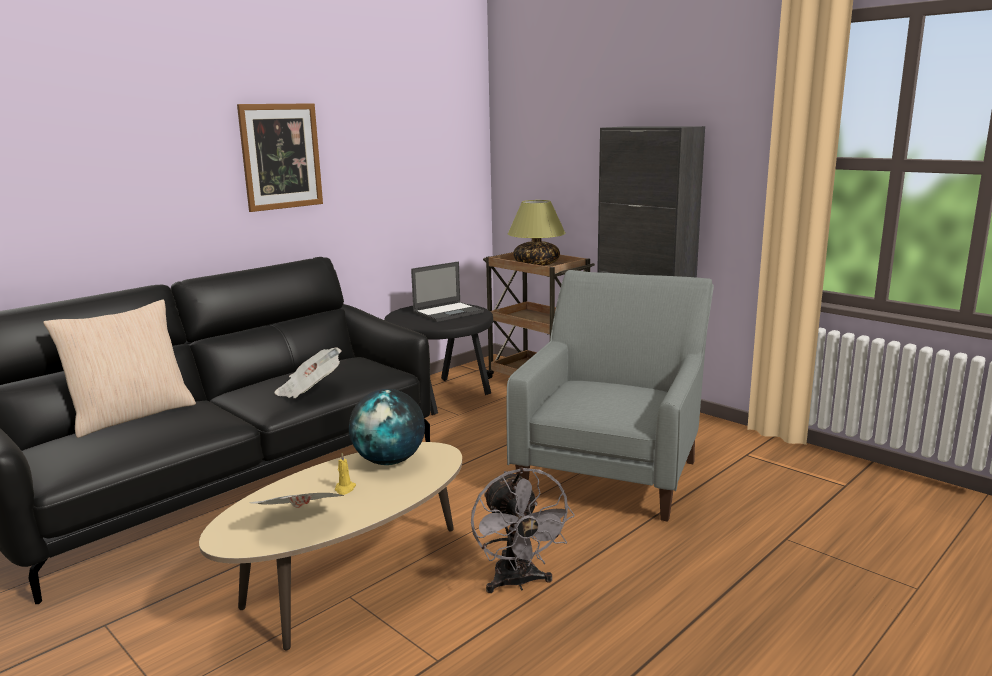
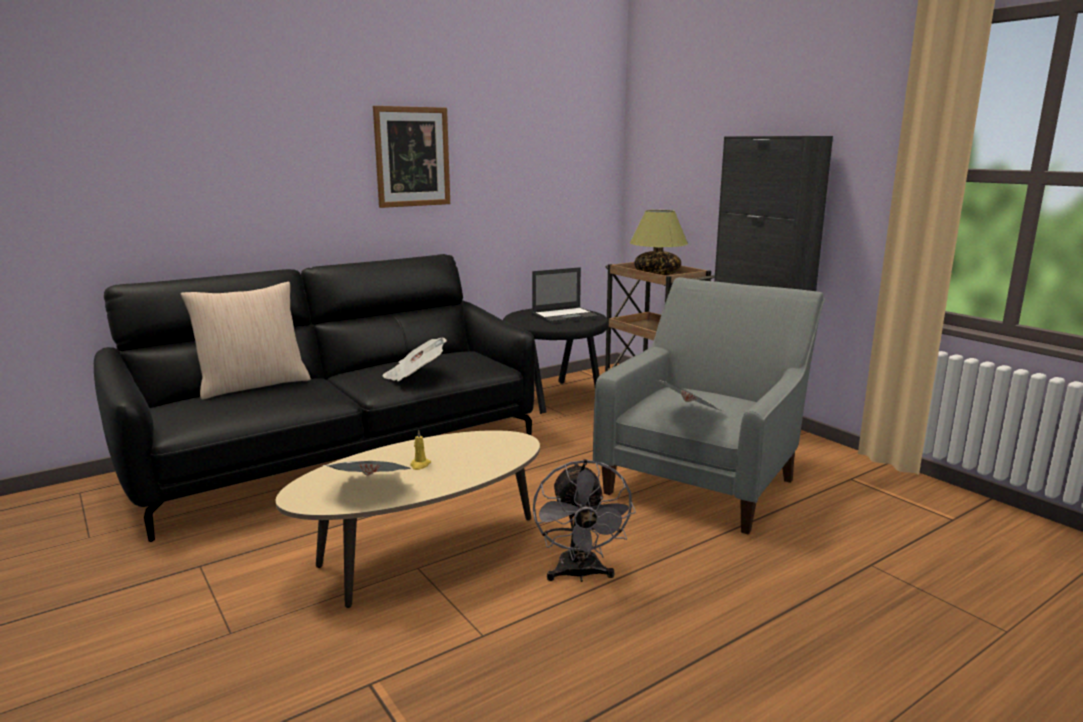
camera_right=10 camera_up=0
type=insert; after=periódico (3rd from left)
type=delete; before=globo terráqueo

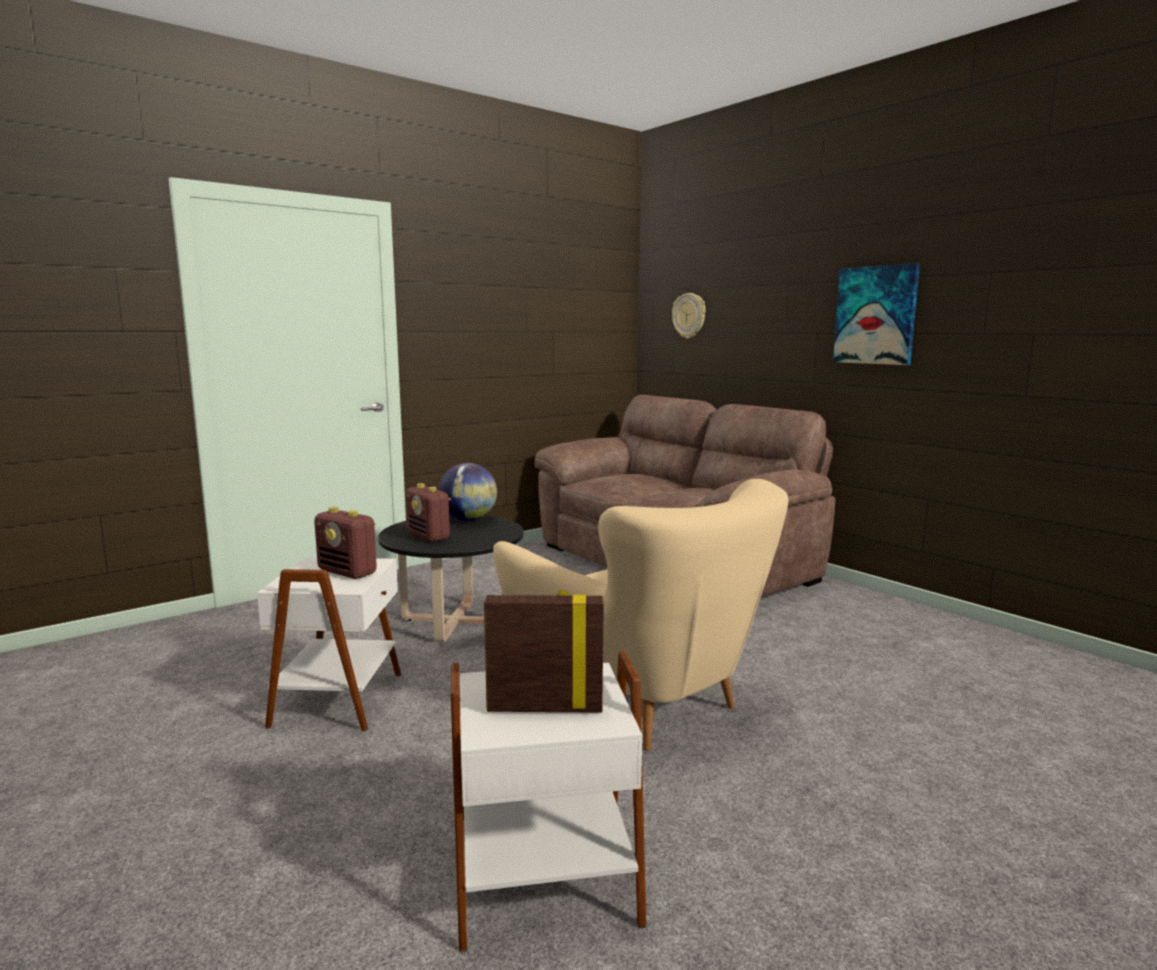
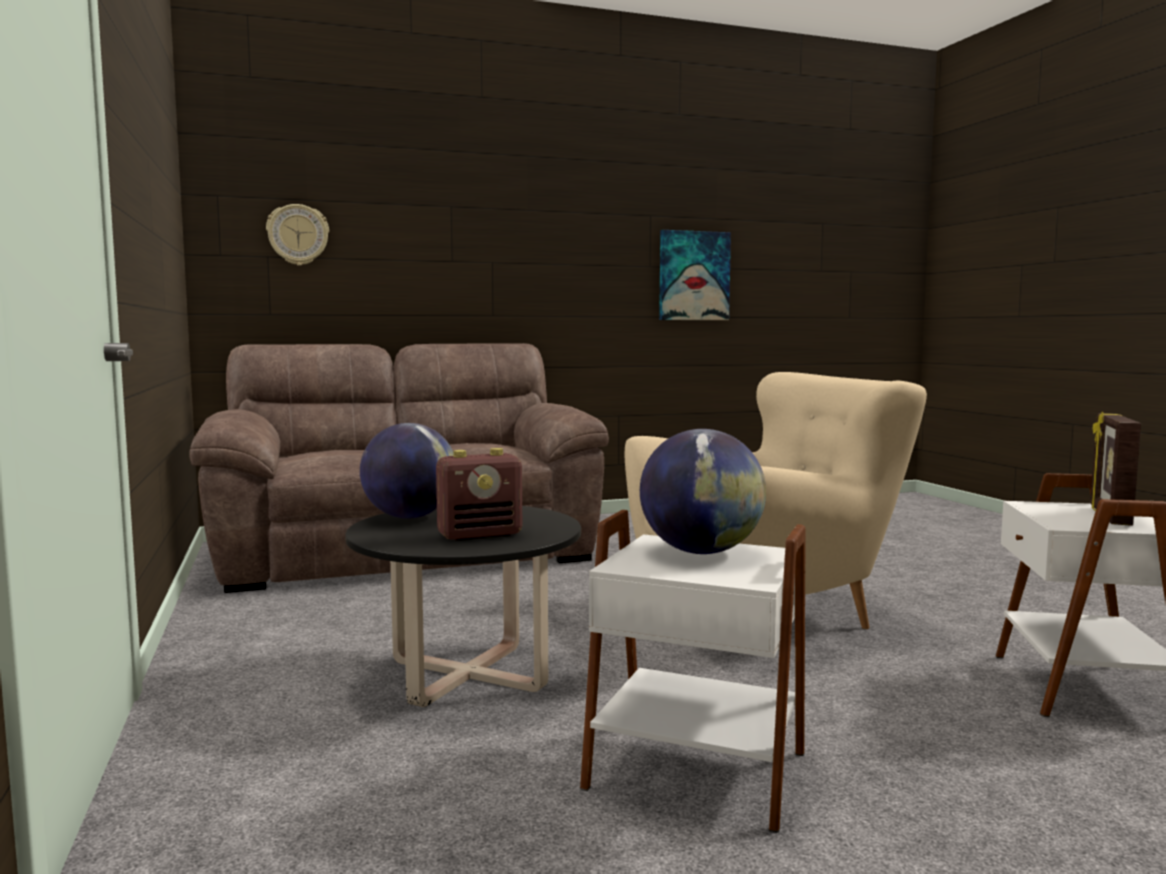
camera_right=-70 camera_up=-5
type=replace; before=radio (1st from left); after=globo terráqueo (2nd from left)
type=move; before=cuadro

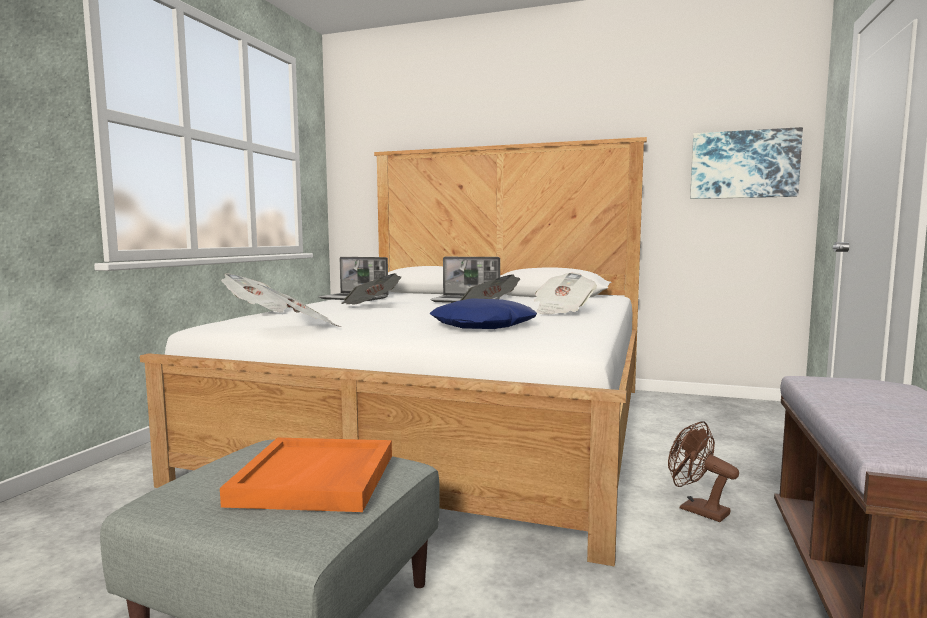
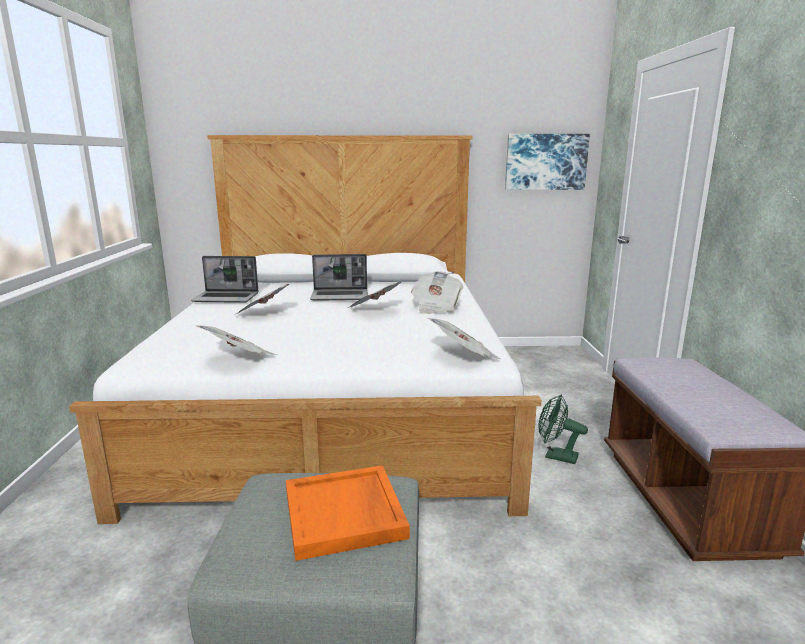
camera_right=-20 camera_up=10
type=move; before=periódico (1st from left in the first image); after=periódico (5th from left)
type=recolor; before=ventilador (marrón); after=ventilador (verde)
type=delete; before=cojín (azul)

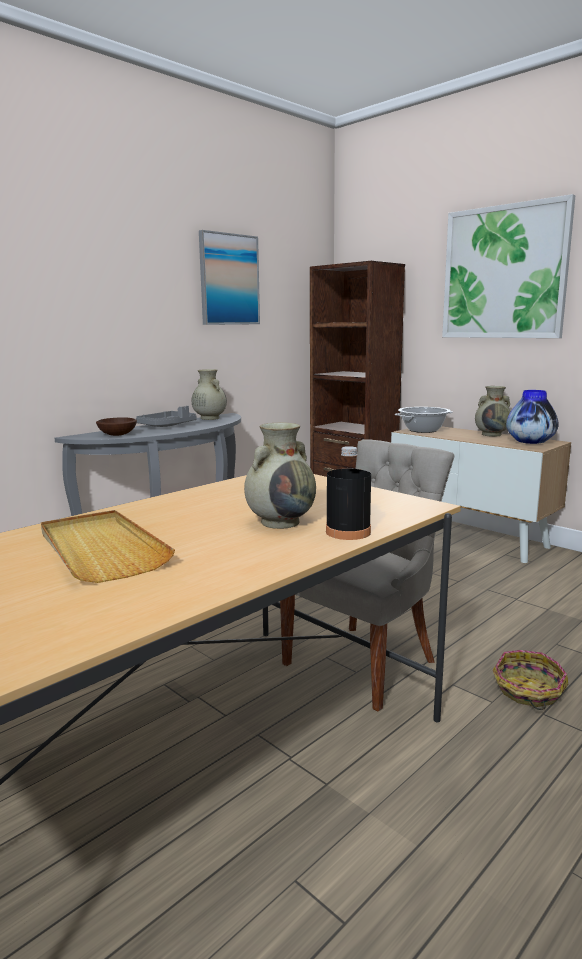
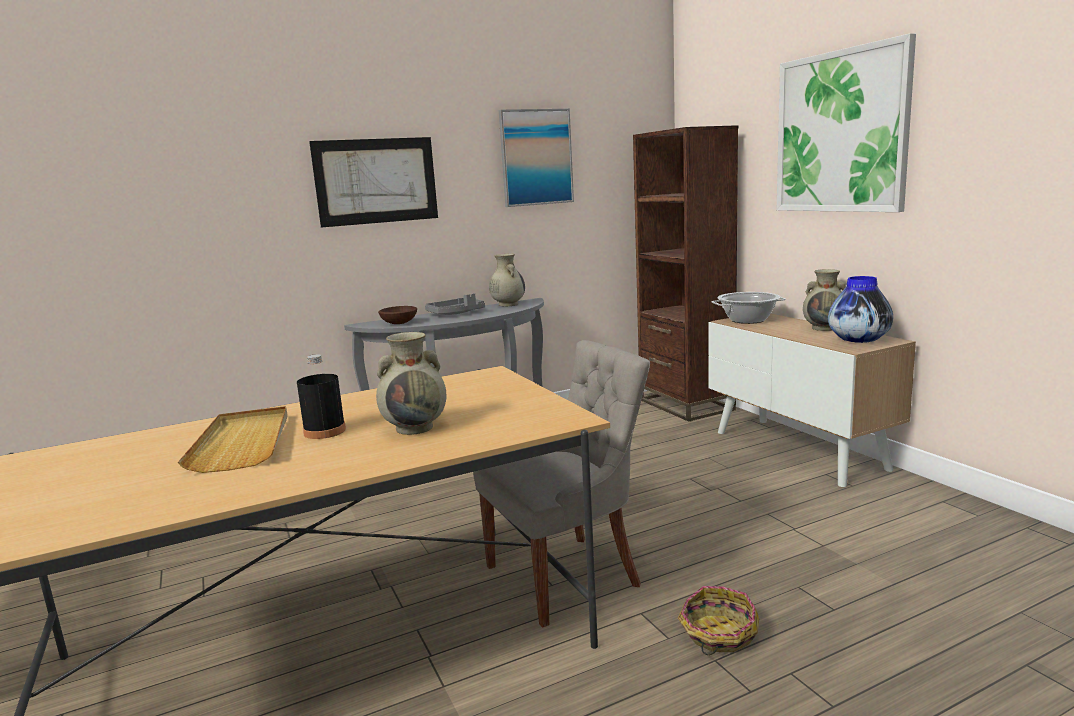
camera_right=20 camera_up=0
type=move; before=botella (negro)
type=insert; after=cuadro (1st from left)

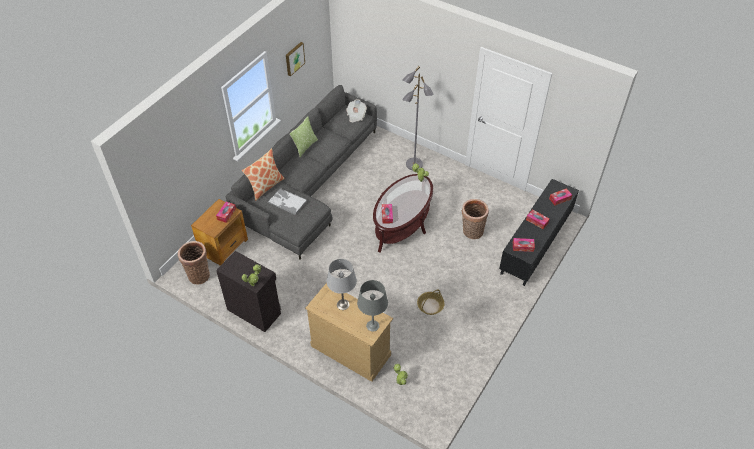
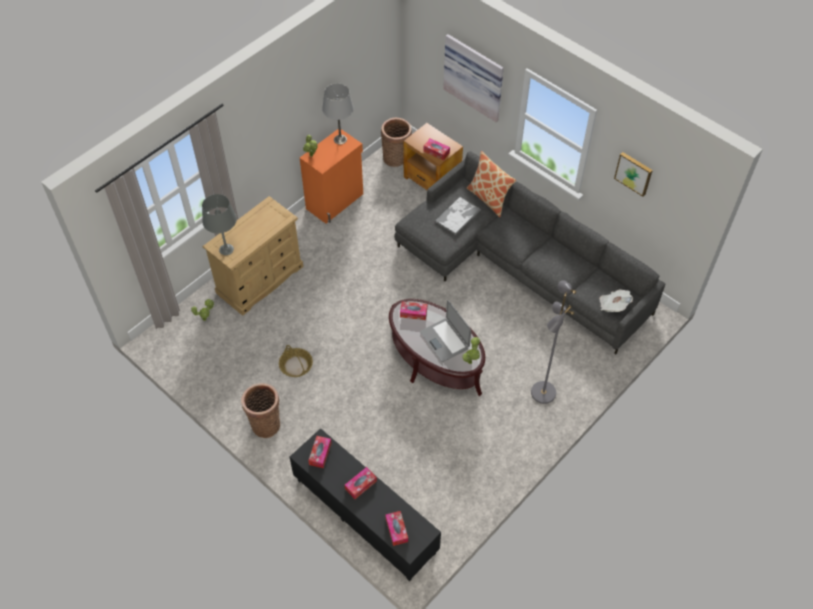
camera_right=100 camera_up=5
type=move; before=cesta (3rd from left in the first image); after=cesta (1st from left)
type=recolor; before=armario (negro); after=armario (naranja)
type=move; before=lámpara de mesa (gris) (1st from left in the first image); after=lámpara de mesa (gris) (2nd from left)
type=insert; after=portátil
type=insert; after=cuadro (1st from left)
type=delete; before=cojín (2nd from left)

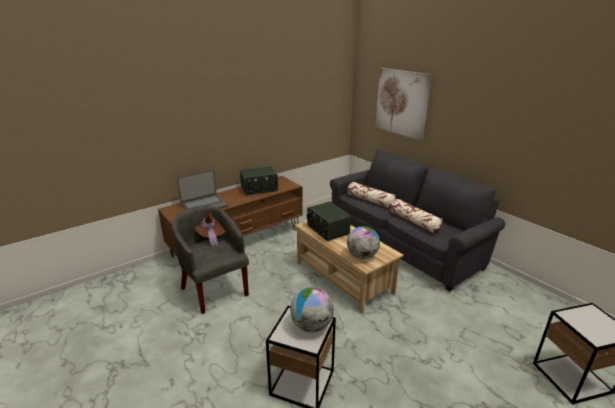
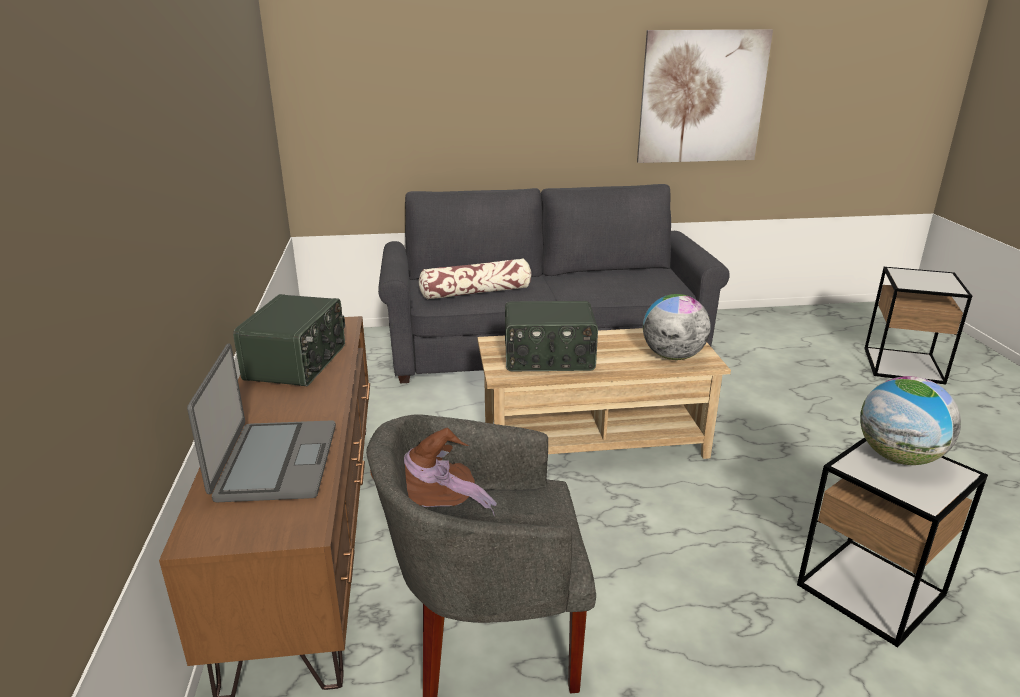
camera_right=-60 camera_up=0
type=move; before=cuadro
type=delete; before=cojín (2nd from left)

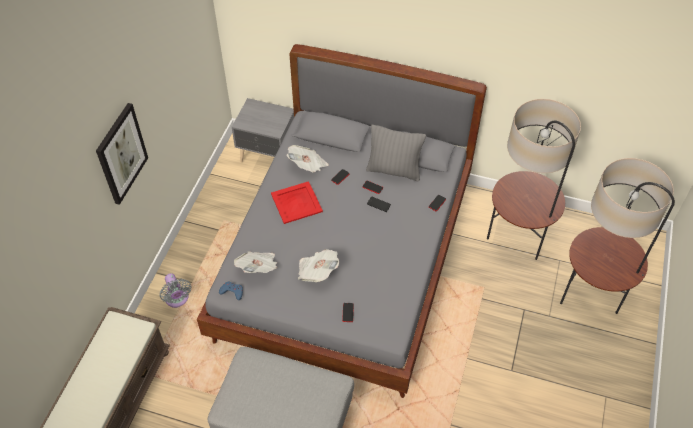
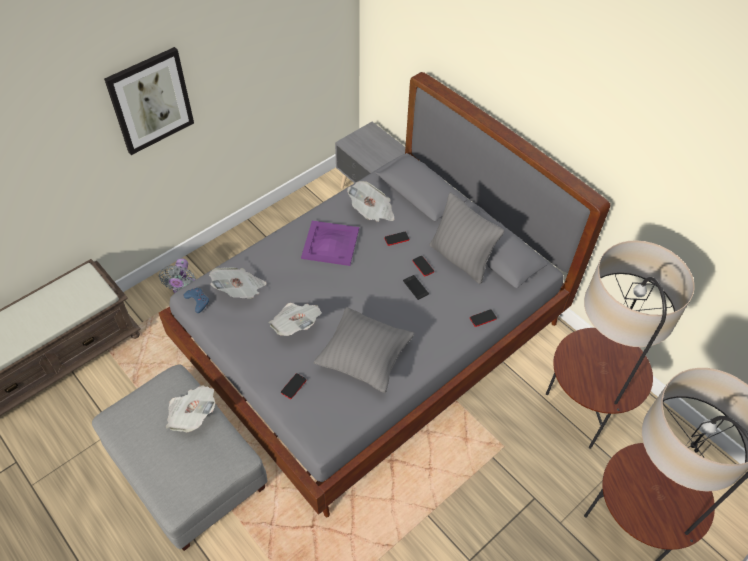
camera_right=30 camera_up=0
type=insert; after=periódico (1st from left)
type=recolor; before=bandeja (rojo); after=bandeja (morado)
type=insert; after=cojín (gris) (1st from left)

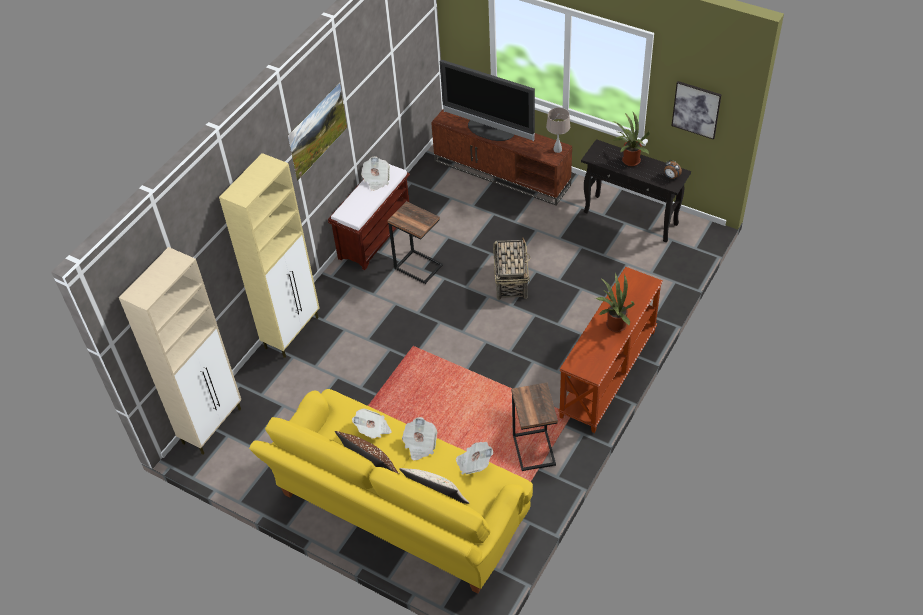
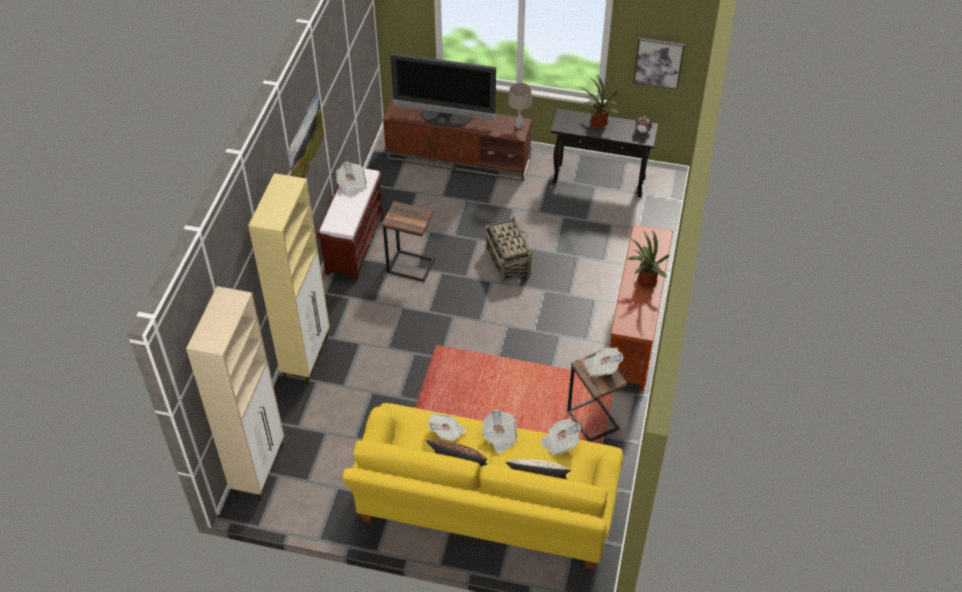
camera_right=-20 camera_up=0
type=insert; after=periódico (5th from left)

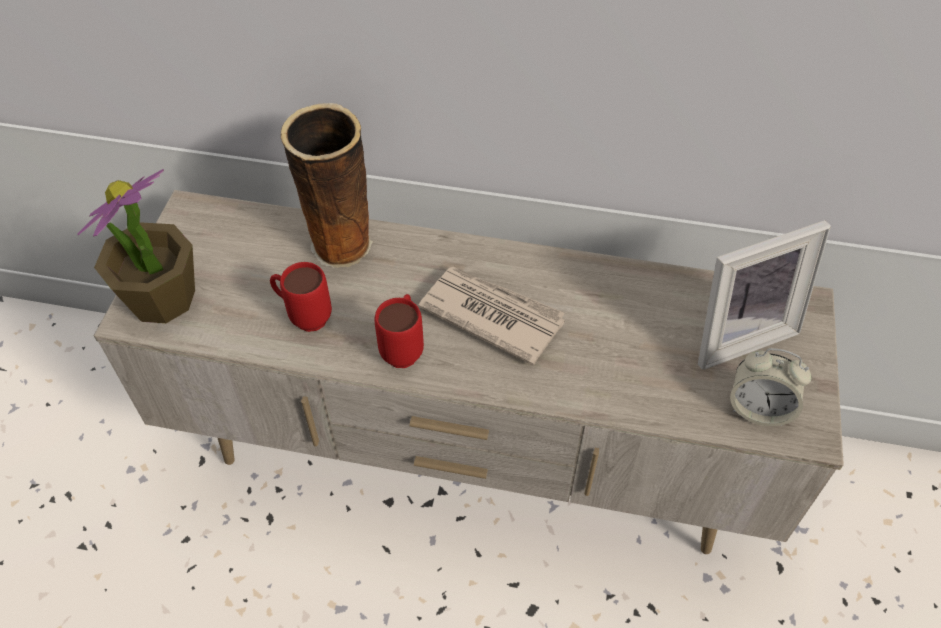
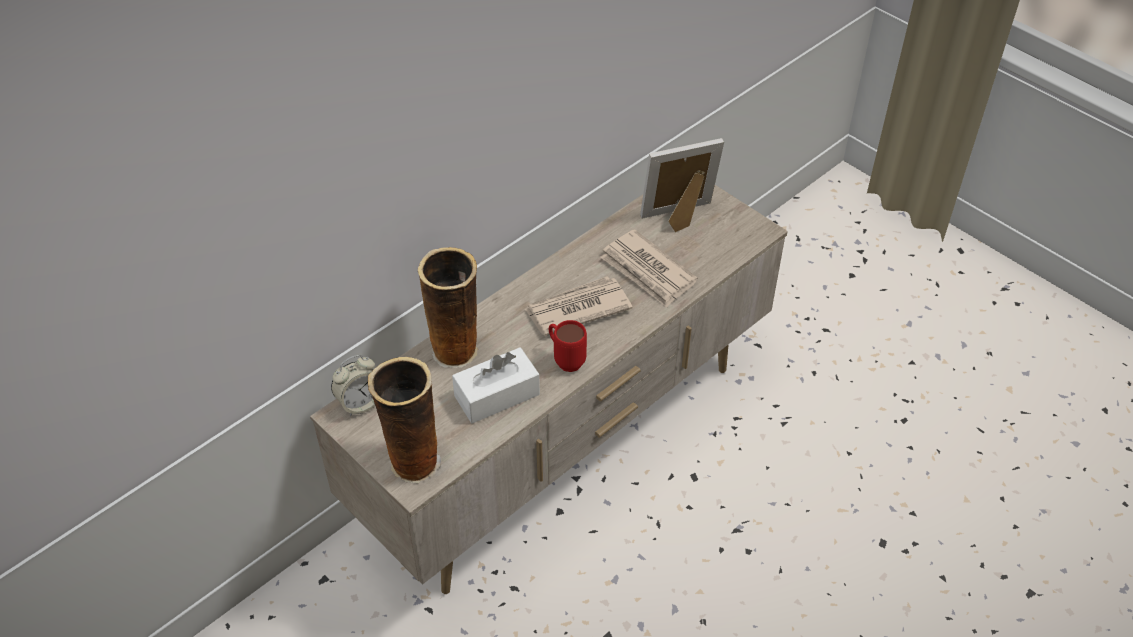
camera_right=-55 camera_up=-5
type=move; before=despertador
type=replace; before=planta en maceta; after=florero (1st from left)
type=replace; before=taza grande (rojo) (1st from left); after=caja de pañuelos (blanco)
type=insert; after=periódico (2nd from left)
type=rotate; before=portarretratos; turn=-120

